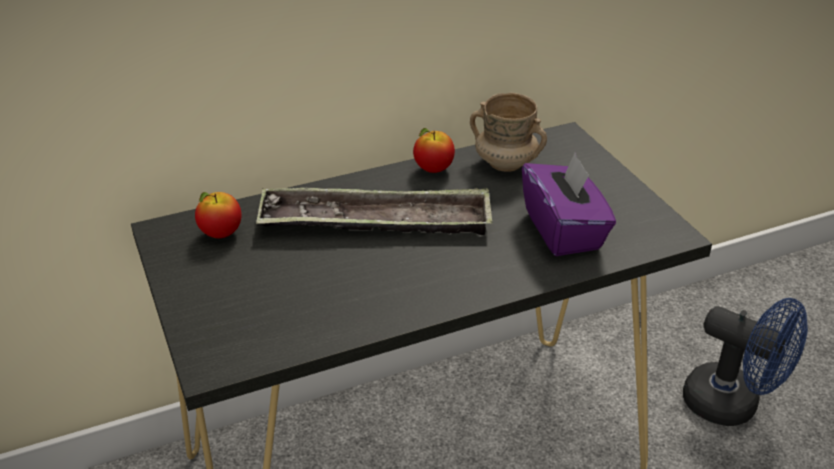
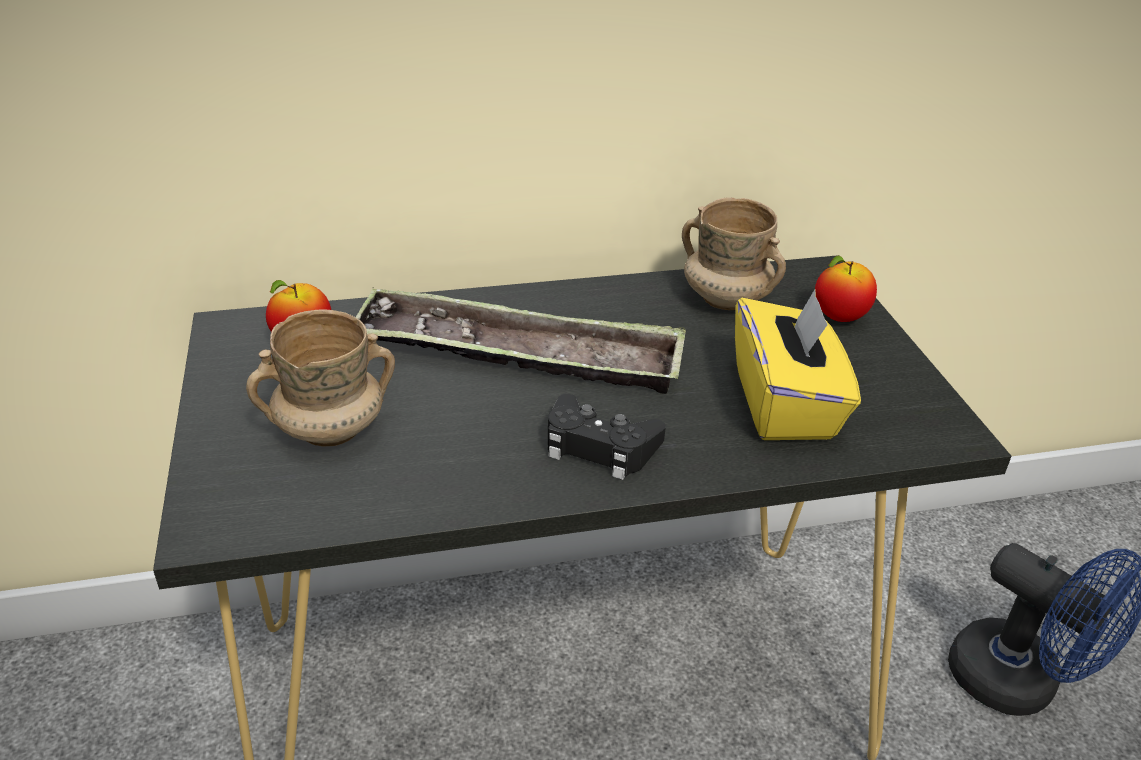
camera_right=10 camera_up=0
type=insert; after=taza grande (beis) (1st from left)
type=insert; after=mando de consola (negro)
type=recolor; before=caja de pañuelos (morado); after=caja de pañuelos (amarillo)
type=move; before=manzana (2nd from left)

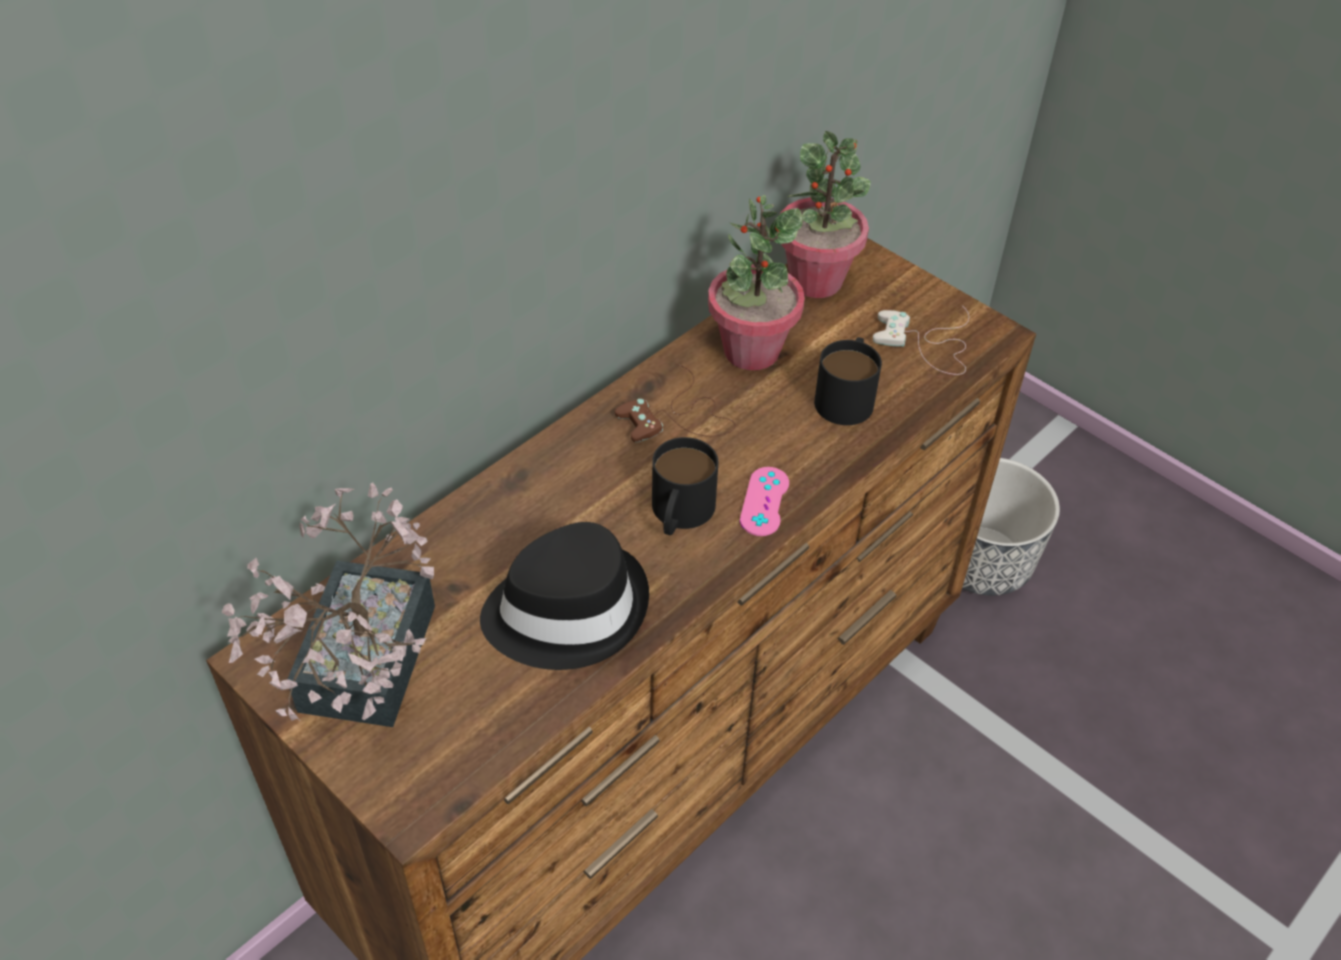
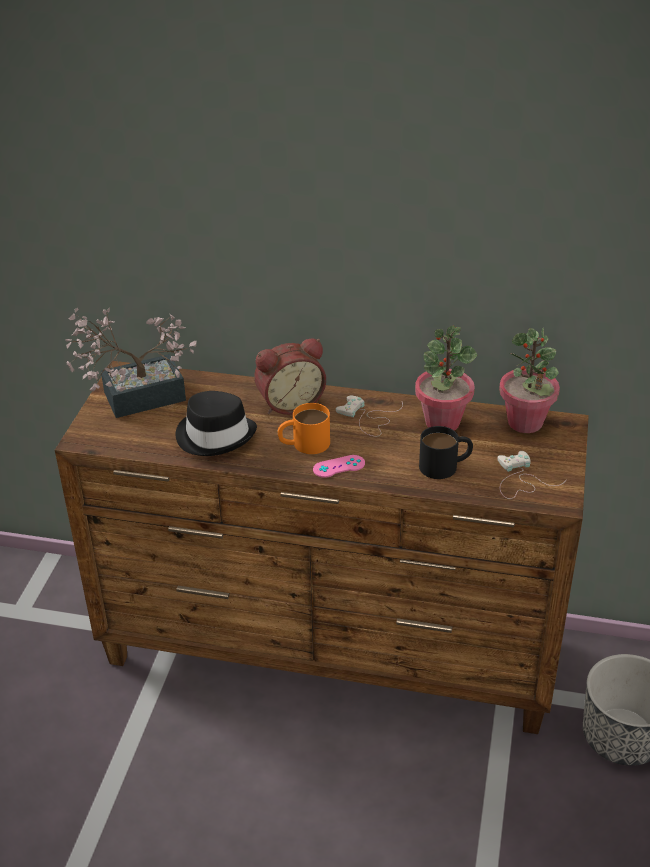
camera_right=60 camera_up=-10
type=insert; after=despertador
type=recolor; before=taza grande (negro) (1st from left); after=taza grande (naranja)
type=recolor; before=mando de consola (marrón); after=mando de consola (blanco) (1st from left)

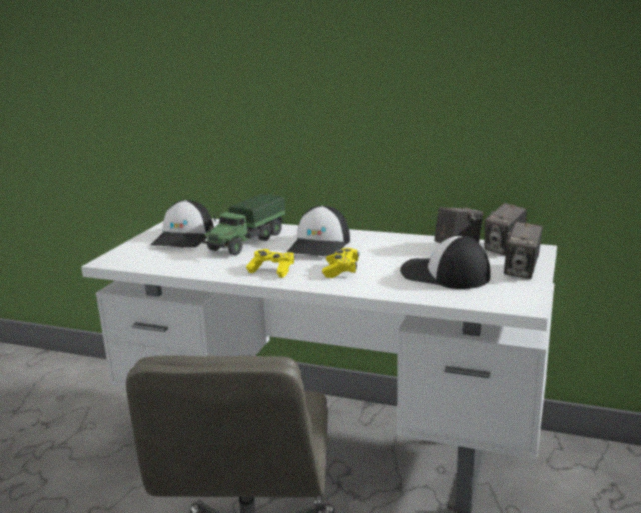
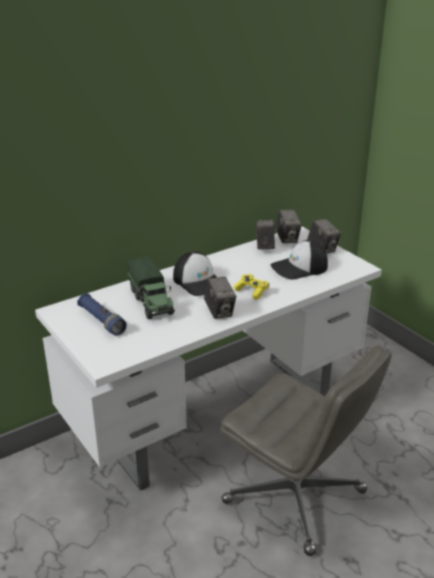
camera_right=-55 camera_up=10
type=replace; before=gorra (1st from left); after=linterna (azul)
type=replace; before=mando de consola (amarillo) (1st from left); after=cámara (1st from left)

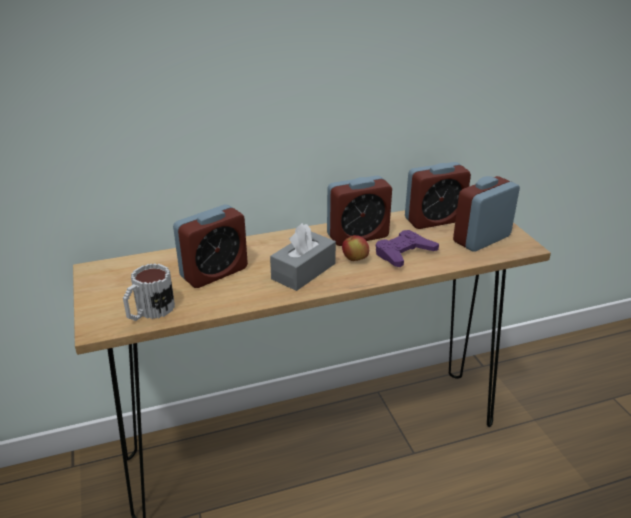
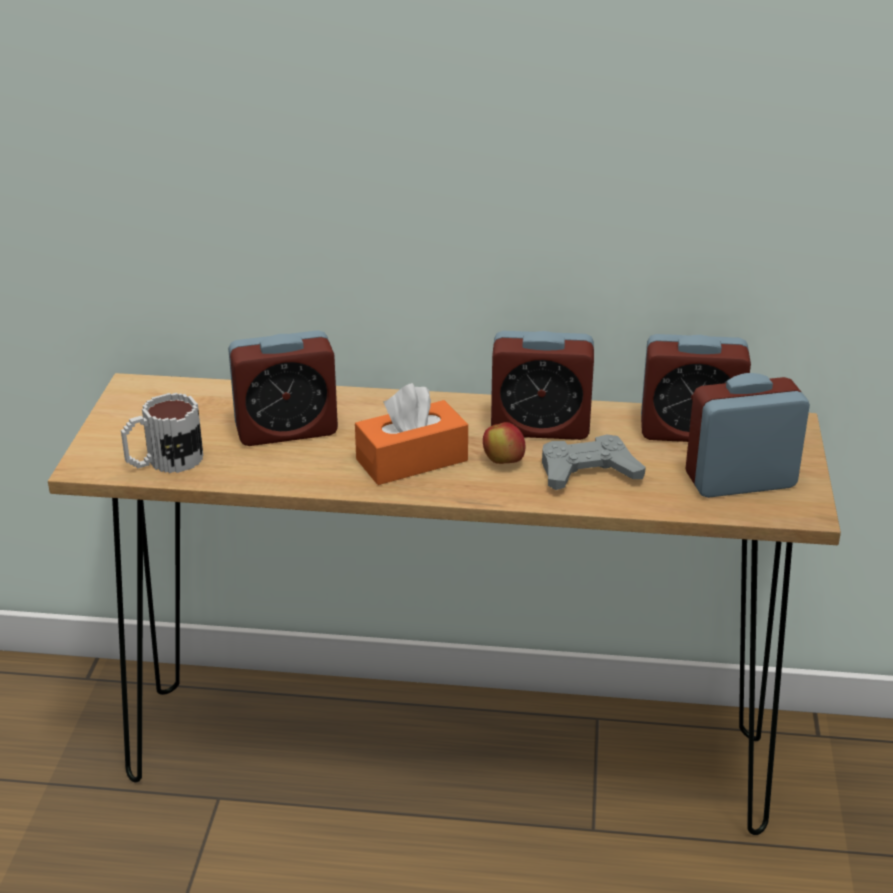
camera_right=25 camera_up=0
type=recolor; before=caja de pañuelos (gris); after=caja de pañuelos (naranja)
type=recolor; before=mando de consola (morado); after=mando de consola (gris)

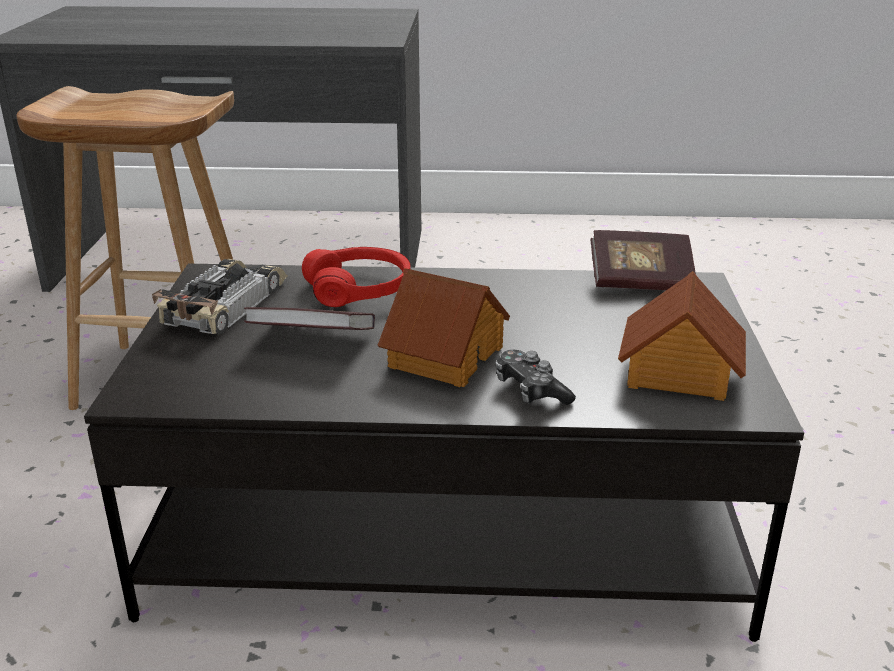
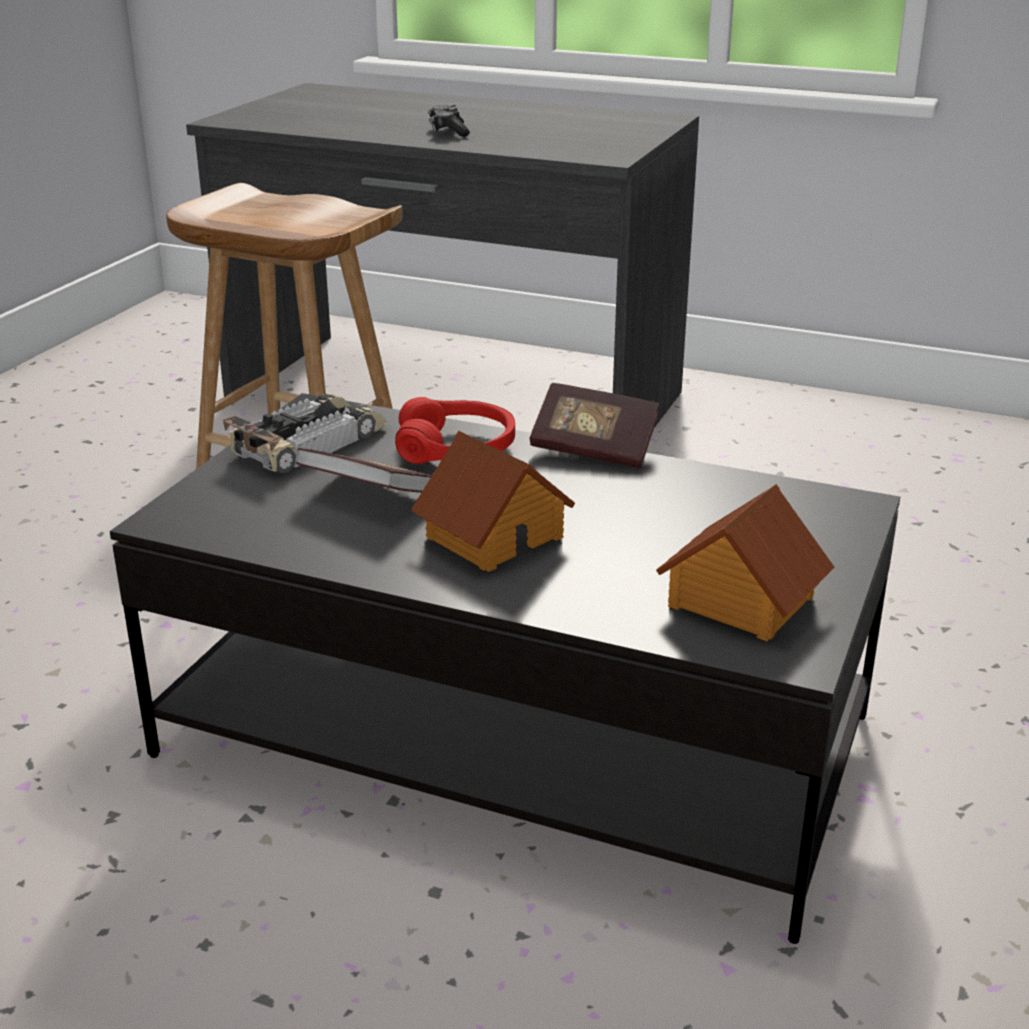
camera_right=20 camera_up=0
type=move; before=mando de consola
type=move; before=libro (2nd from left)

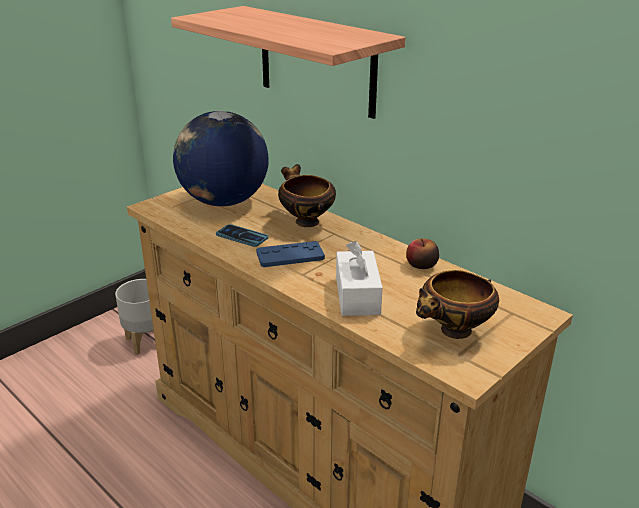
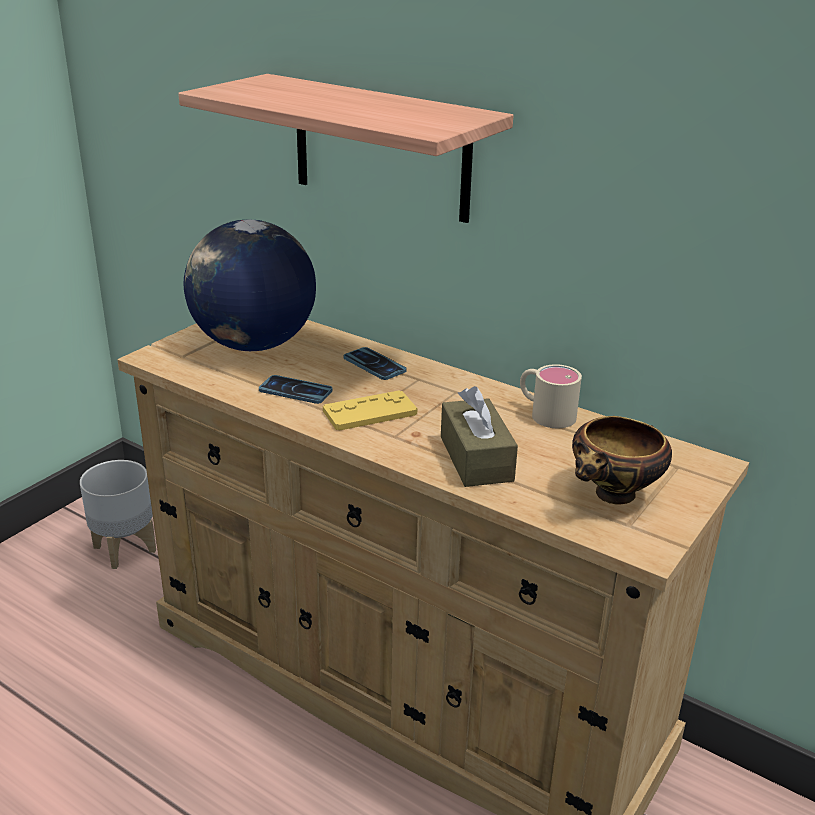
camera_right=-10 camera_up=0
type=recolor; before=mando de consola (azul); after=mando de consola (amarillo)
type=replace; before=cuenco (1st from left); after=móvil (2nd from left)
type=recolor; before=caja de pañuelos (blanco); after=caja de pañuelos (marrón)
type=replace; before=manzana; after=taza grande (beis)

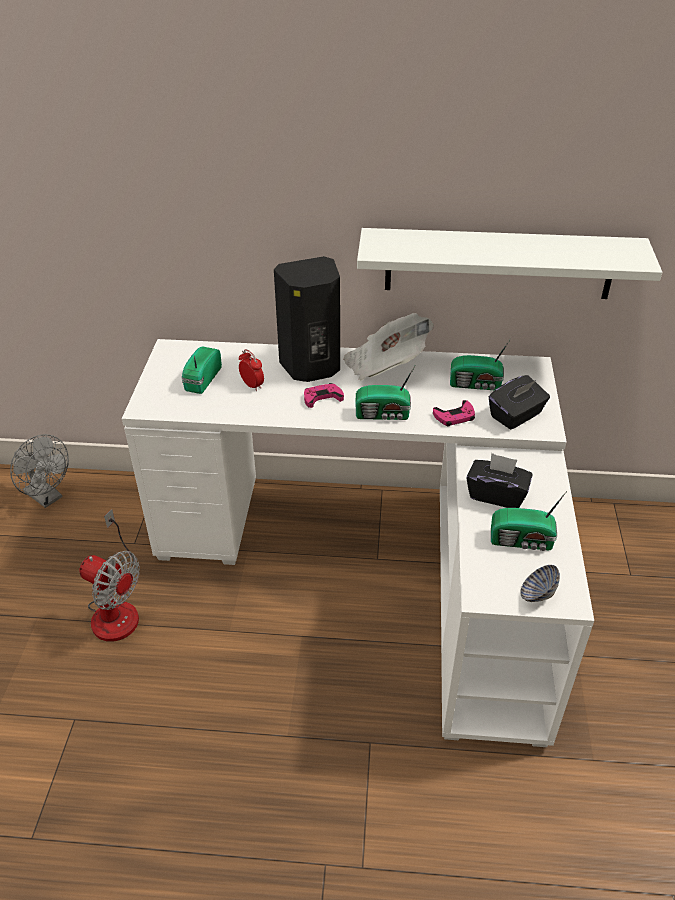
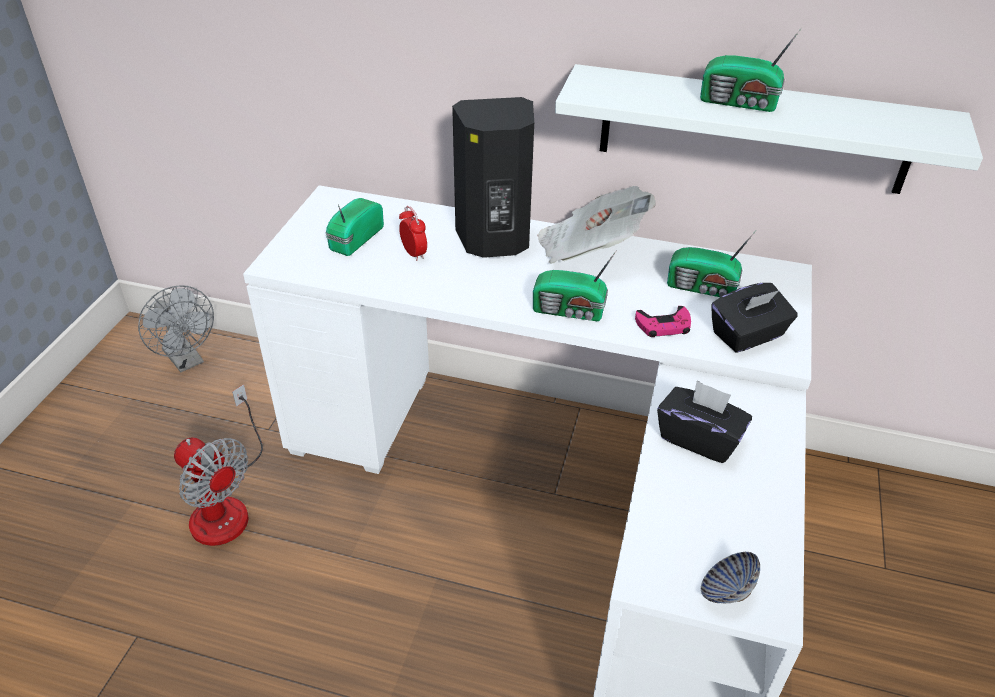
camera_right=10 camera_up=0
type=move; before=radio (4th from left)
type=delete; before=mando de consola (rosa) (1st from left)

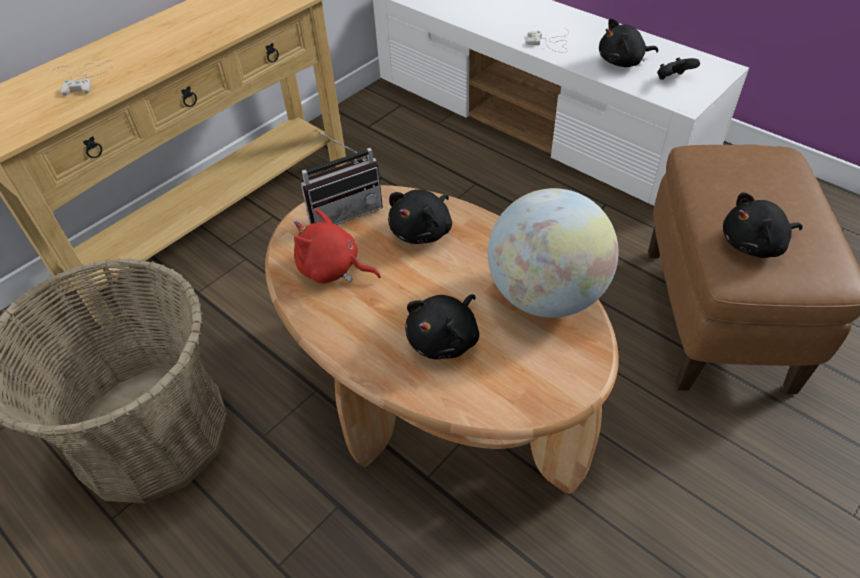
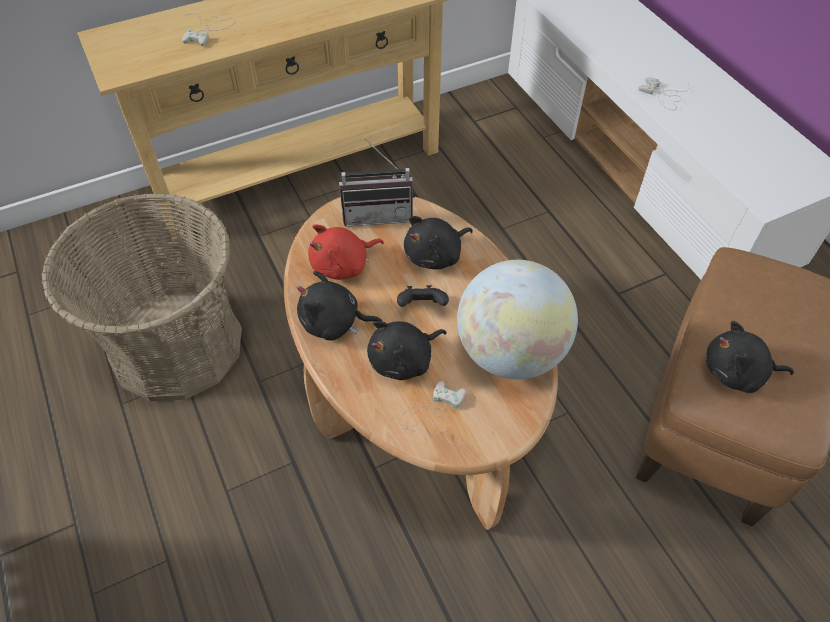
camera_right=20 camera_up=5
type=move; before=peluche (negro) (3rd from left in the first image); after=peluche (negro) (1st from left)
type=rotate; before=peluche (rojo); turn=-75
type=move; before=mando de consola (negro)
type=insert; after=mando de consola (blanco) (2nd from left)

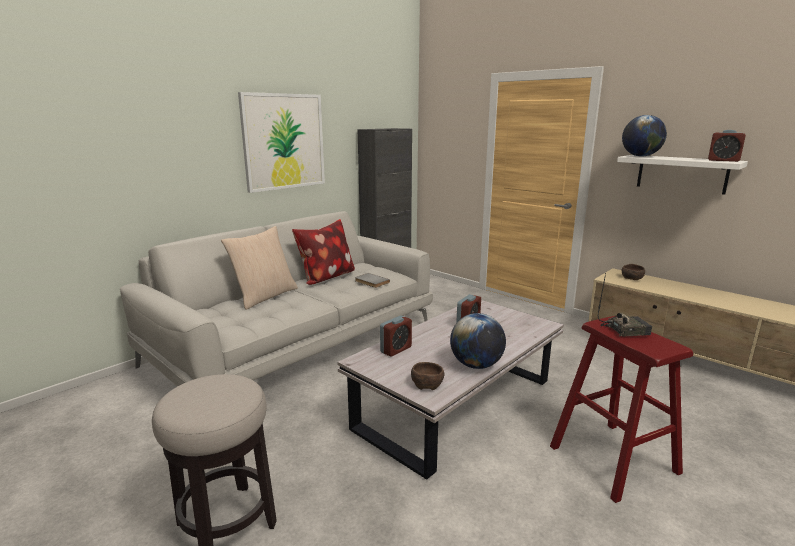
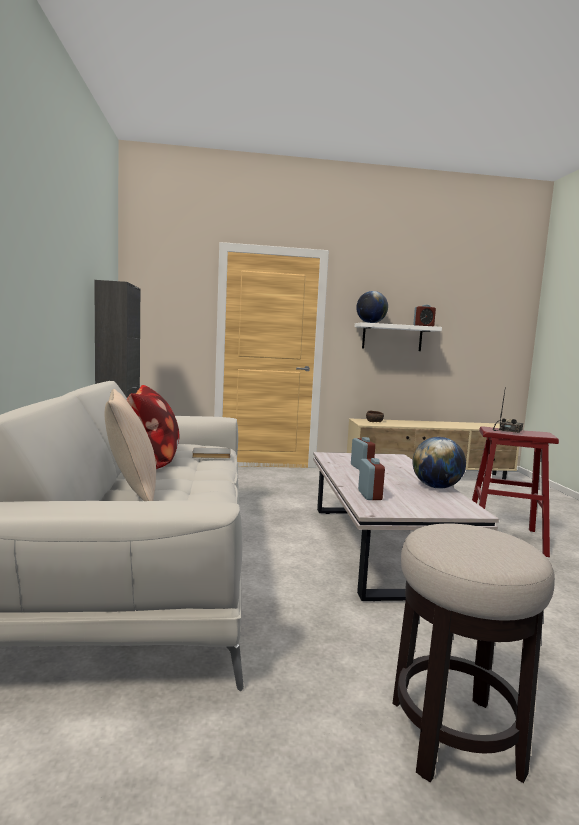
camera_right=-50 camera_up=-10
type=delete; before=cuadro
type=delete; before=cuenco (marrón) (1st from left)

